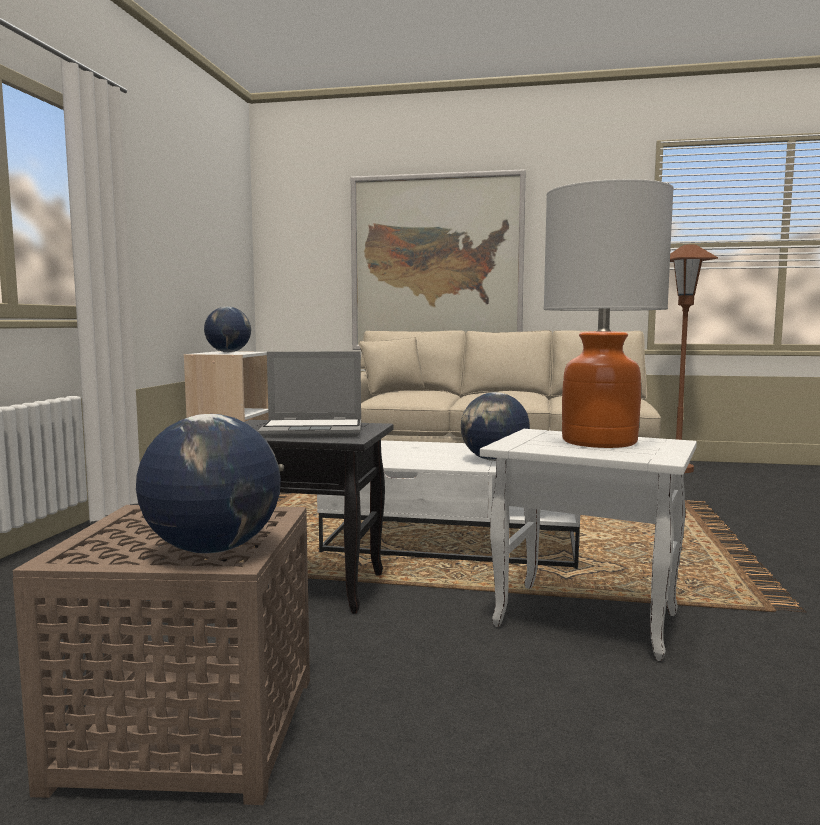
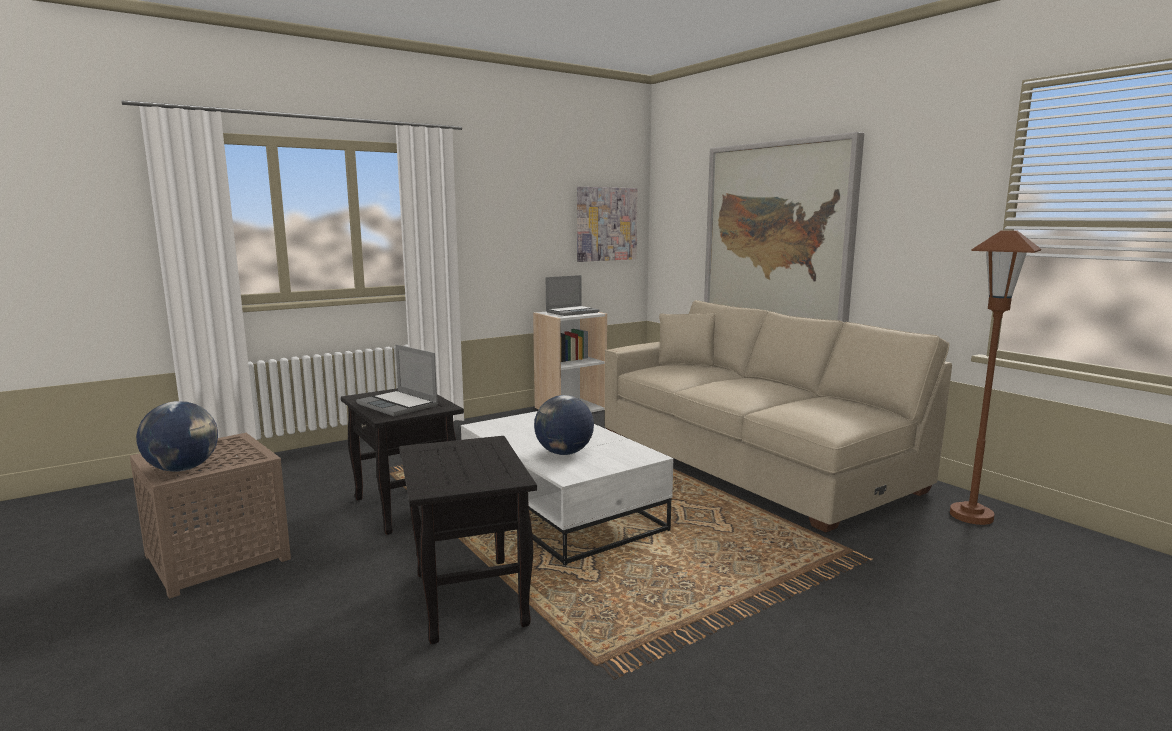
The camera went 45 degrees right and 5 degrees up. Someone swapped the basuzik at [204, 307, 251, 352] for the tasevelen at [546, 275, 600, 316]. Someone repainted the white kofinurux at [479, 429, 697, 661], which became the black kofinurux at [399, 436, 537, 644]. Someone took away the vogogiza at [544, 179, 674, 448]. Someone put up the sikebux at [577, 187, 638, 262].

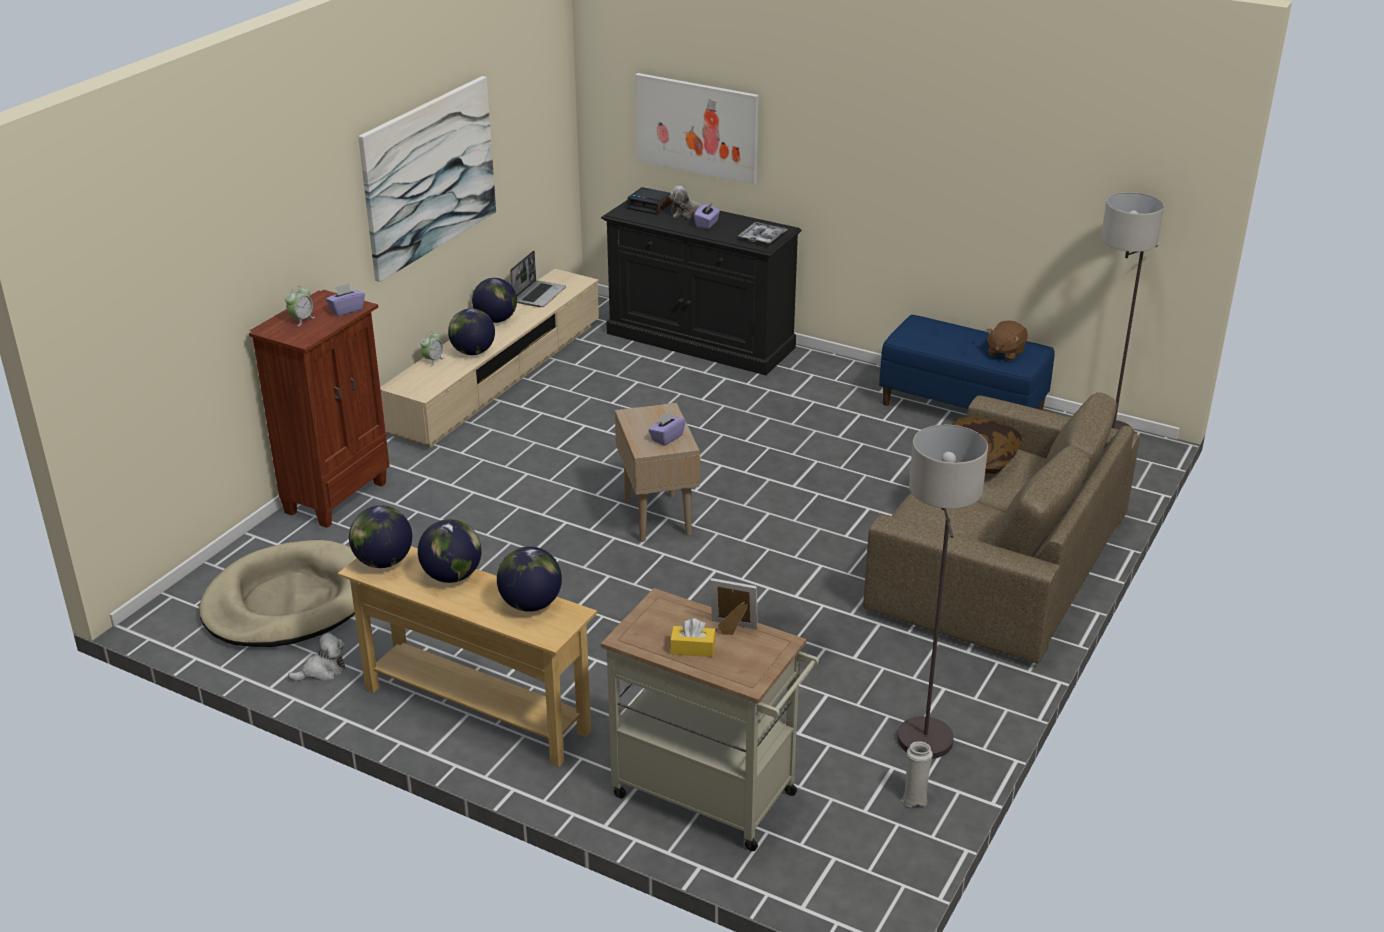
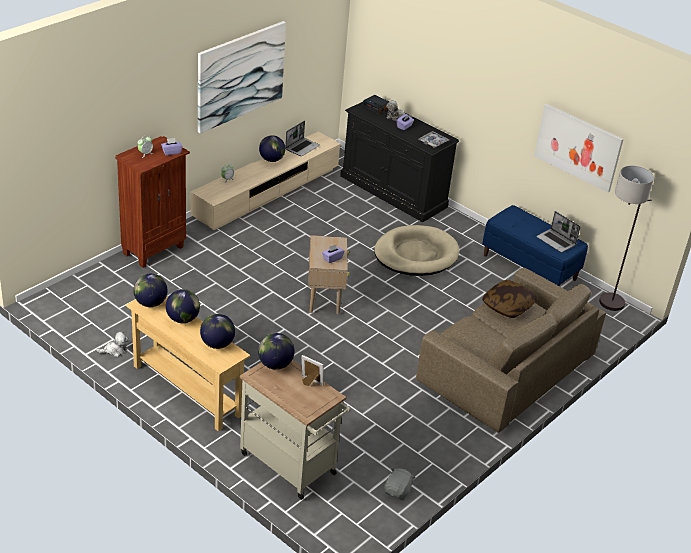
The camera went 10 degrees right and 5 degrees up. Someone carried the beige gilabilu from [199, 540, 357, 647] to [374, 225, 459, 276]. Someone carried the basuzik from [448, 308, 495, 355] to [258, 333, 295, 370]. Someone carried the sikebux from [635, 73, 759, 185] to [534, 104, 624, 192]. Someone took away the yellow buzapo at [670, 618, 716, 657]. Someone took away the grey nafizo at [898, 425, 988, 759]. Someone swapped the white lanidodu at [901, 741, 933, 807] for the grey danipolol at [384, 467, 416, 500]. Someone swapped the brown danipolol at [987, 321, 1028, 361] for the tasevelen at [536, 211, 581, 252].

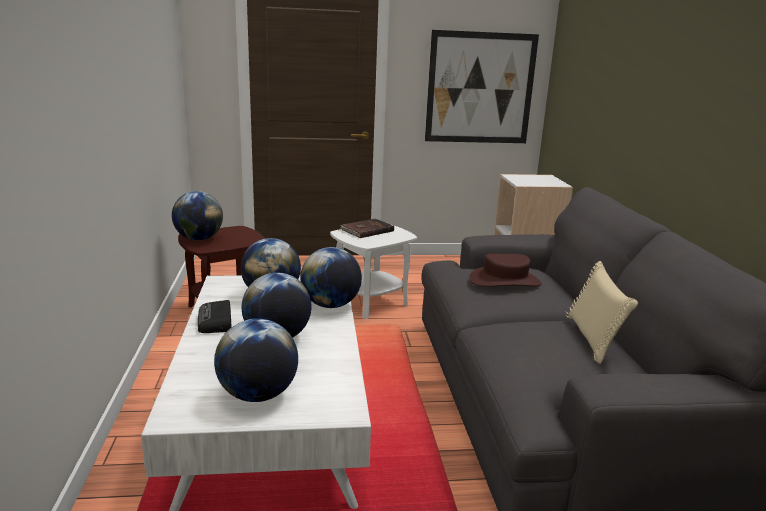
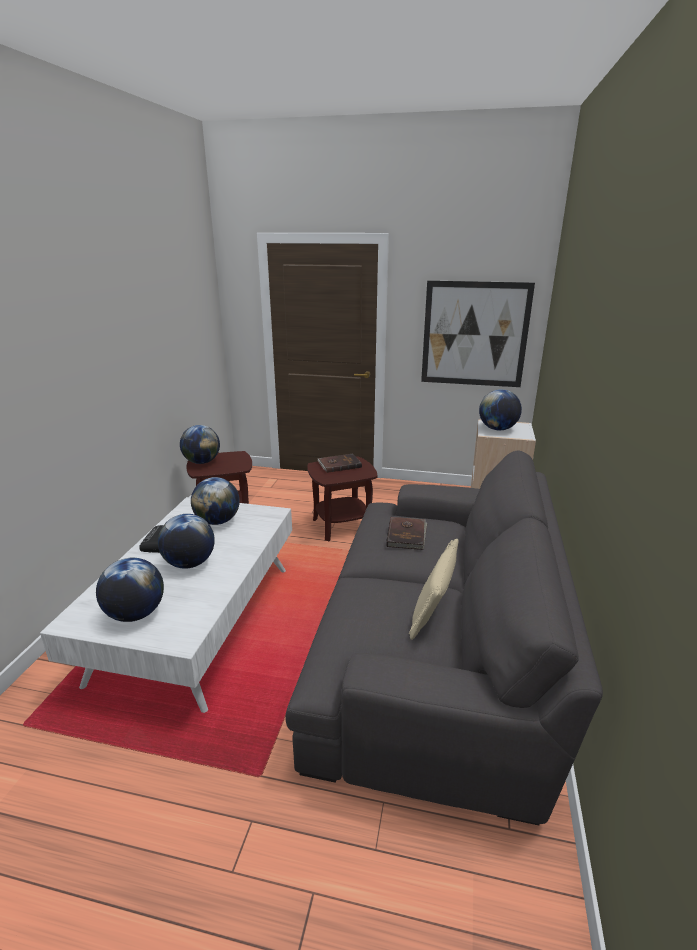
The camera went 20 degrees right and 5 degrees up. Someone carried the basuzik from [301, 247, 362, 308] to [479, 389, 522, 430]. Someone repainted the white kofinurux at [330, 225, 417, 319], which became the brown kofinurux at [307, 456, 377, 541]. Someone swapped the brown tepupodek at [469, 254, 541, 287] for the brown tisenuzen at [386, 517, 427, 550].

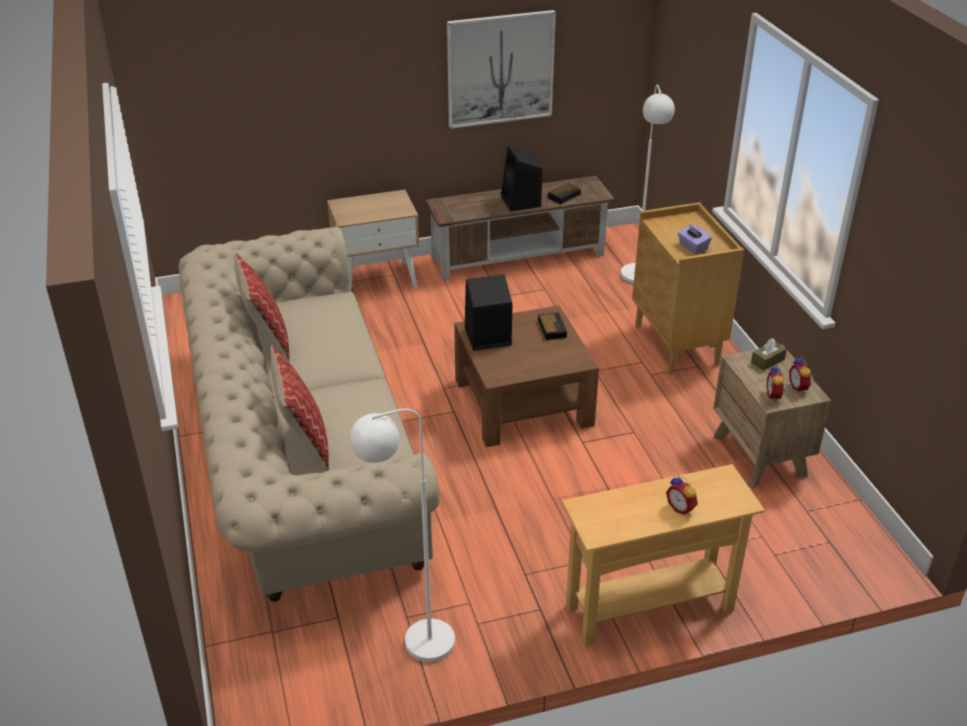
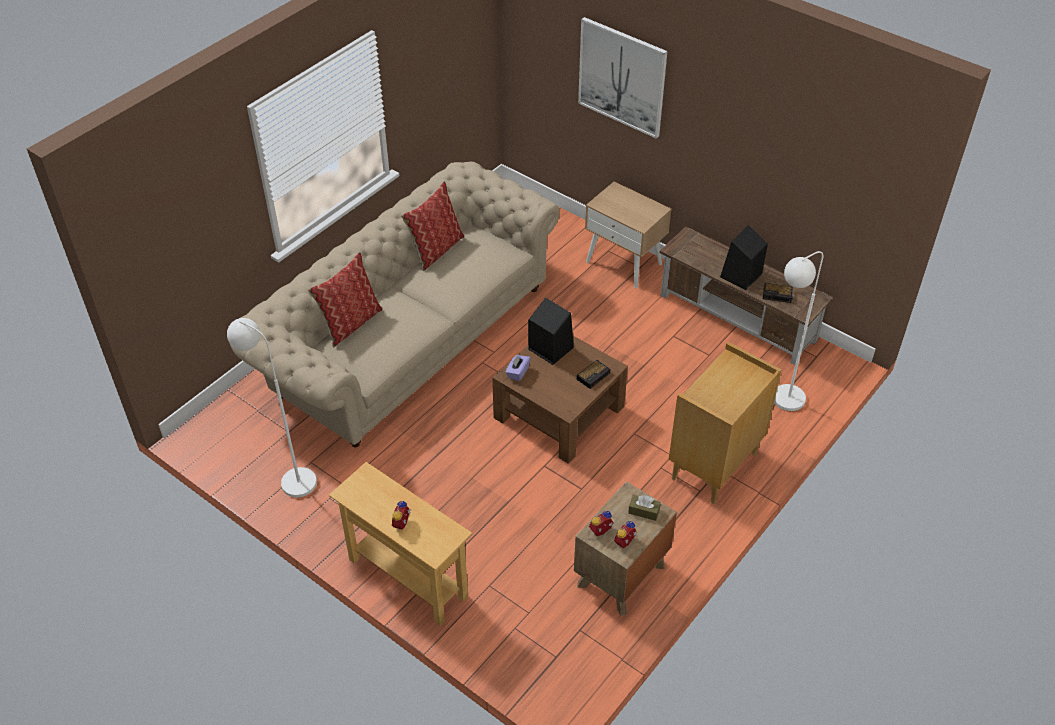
The camera went 55 degrees right and 10 degrees up. Someone carried the sikebux from [447, 10, 556, 129] to [578, 17, 668, 139]. Someone carried the purple buzapo from [678, 224, 712, 254] to [505, 355, 530, 382].

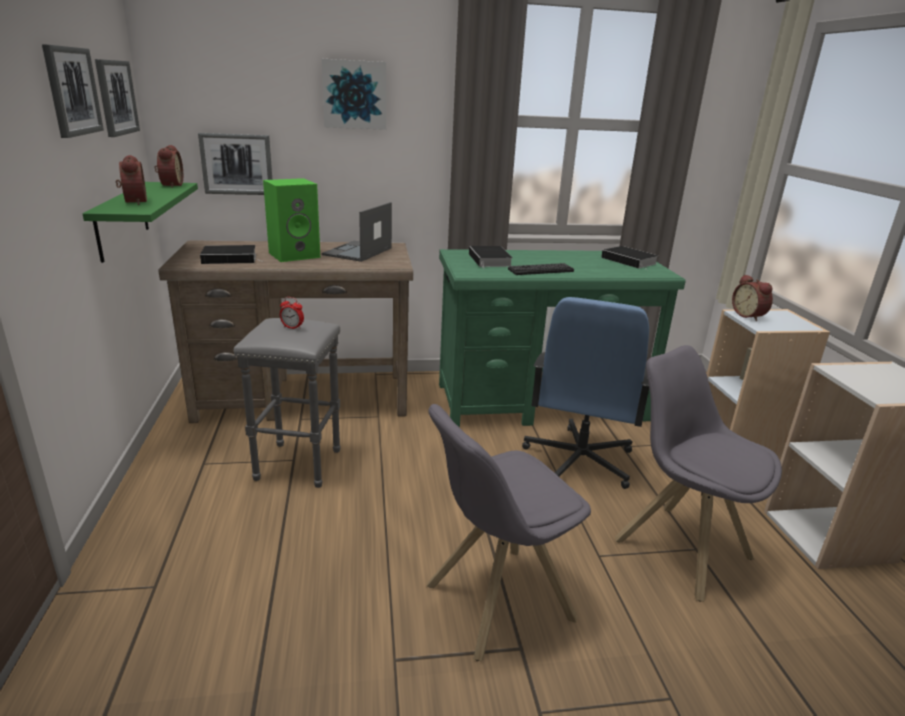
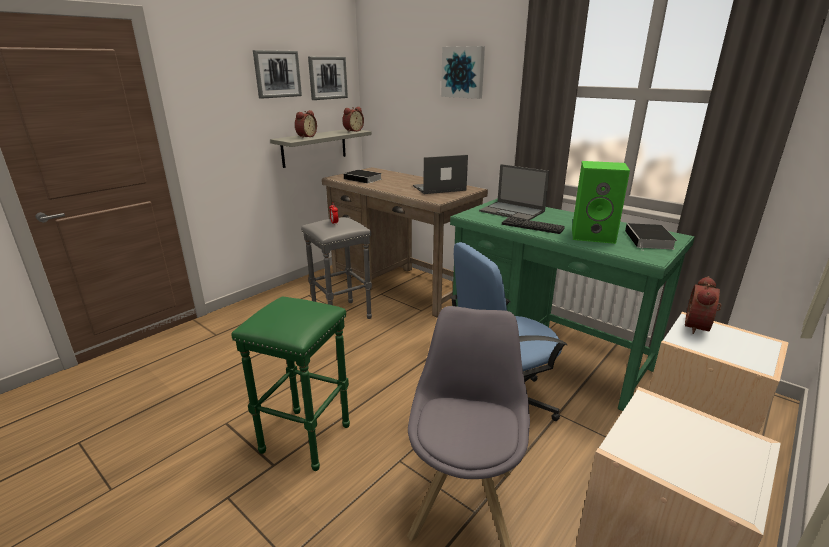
The camera went 50 degrees right and 0 degrees up. Someone repainted the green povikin at [83, 182, 198, 263], which became the grey povikin at [270, 129, 372, 168]. Someone took away the sikebux at [198, 133, 272, 195]. Someone carried the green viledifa from [263, 178, 320, 262] to [572, 161, 630, 244]. Someone swapped the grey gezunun at [427, 404, 591, 662] for the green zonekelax at [231, 297, 350, 471]. Someone swapped the tisenuzen at [469, 246, 513, 269] for the tasevelen at [479, 164, 550, 220].

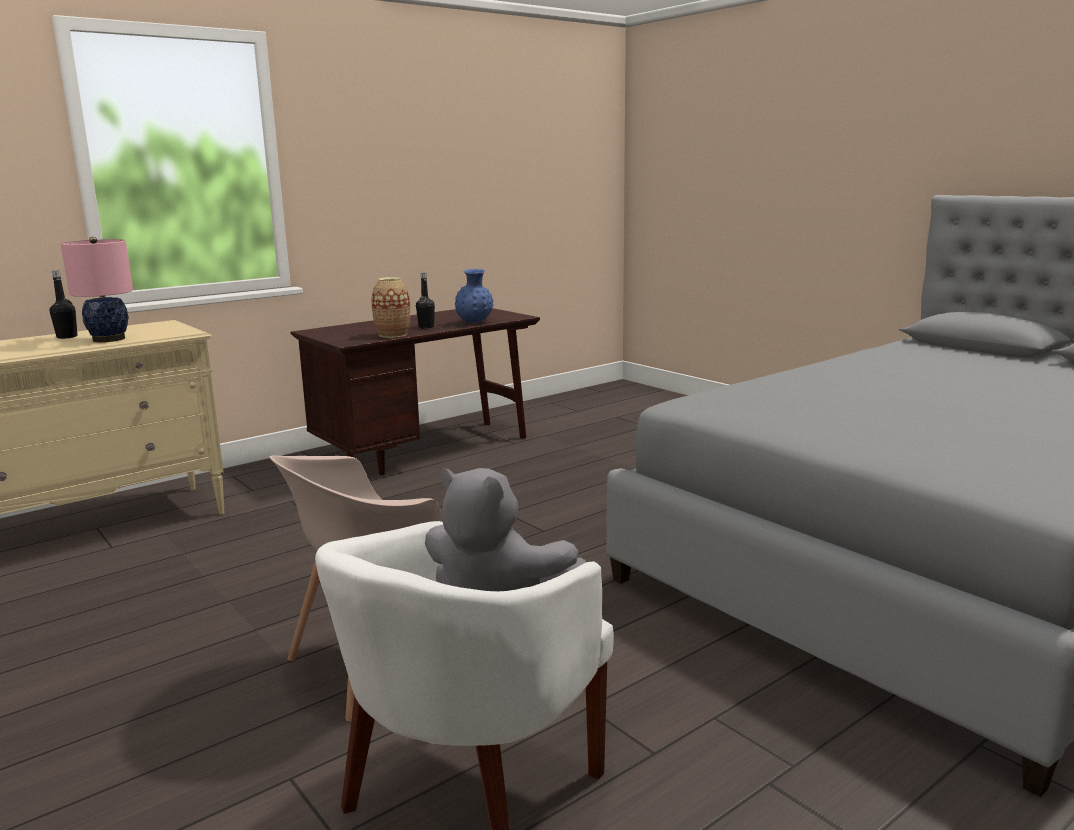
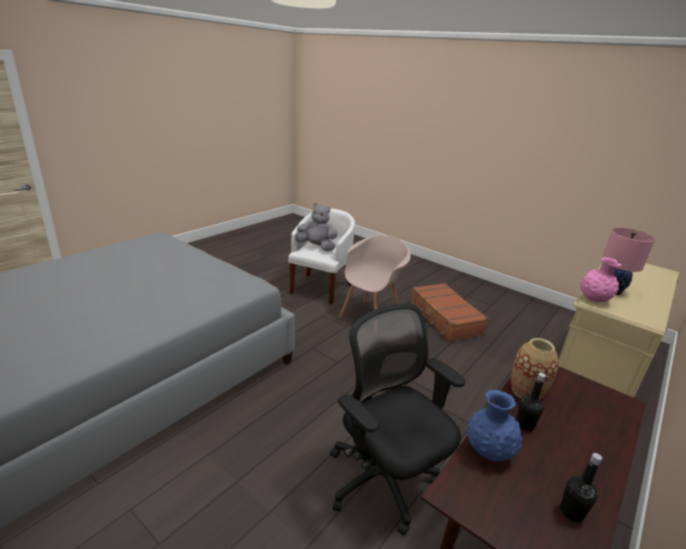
The camera went 165 degrees right and 10 degrees up. Someone carried the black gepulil from [50, 271, 77, 339] to [560, 453, 602, 522]. Someone put down the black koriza at [330, 303, 465, 536]. Someone put down the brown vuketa at [410, 283, 489, 342]. Someone put down the pink lanidodu at [580, 257, 622, 302].

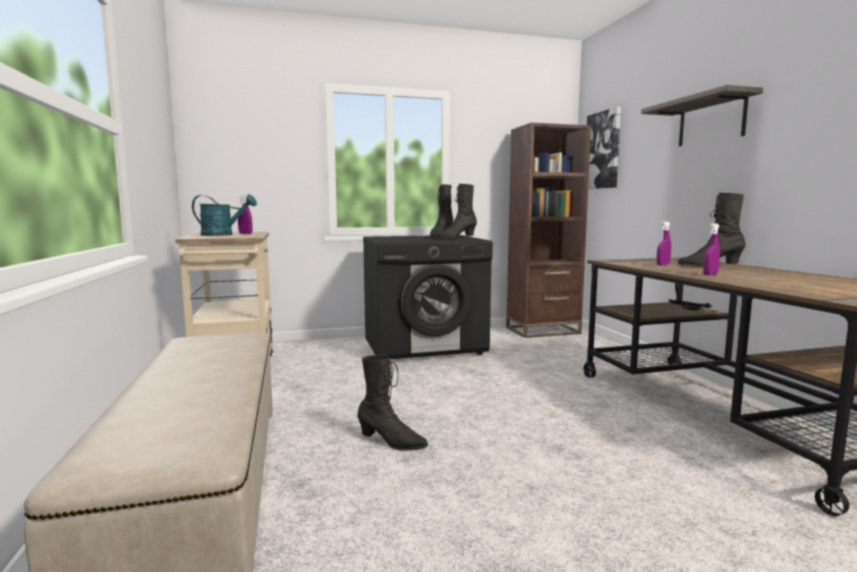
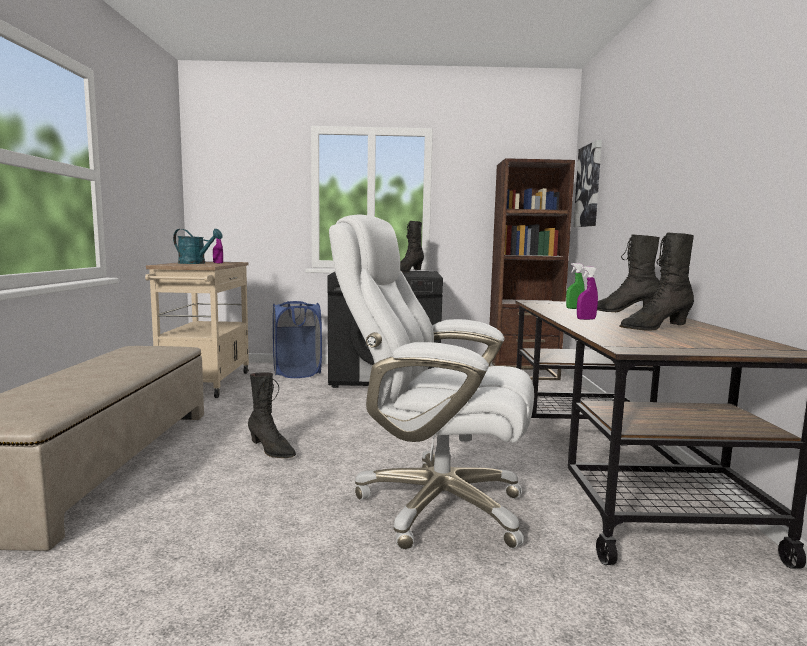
The camera went 15 degrees right and 0 degrees up. Someone carried the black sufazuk from [437, 184, 477, 238] to [619, 232, 694, 331]. Someone took away the povikin at [641, 85, 763, 146]. Someone repainted the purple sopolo at [656, 221, 671, 266], which became the green sopolo at [566, 263, 585, 309]. Someone put down the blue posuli at [273, 301, 322, 378]. Someone put down the white koriza at [329, 215, 534, 550].

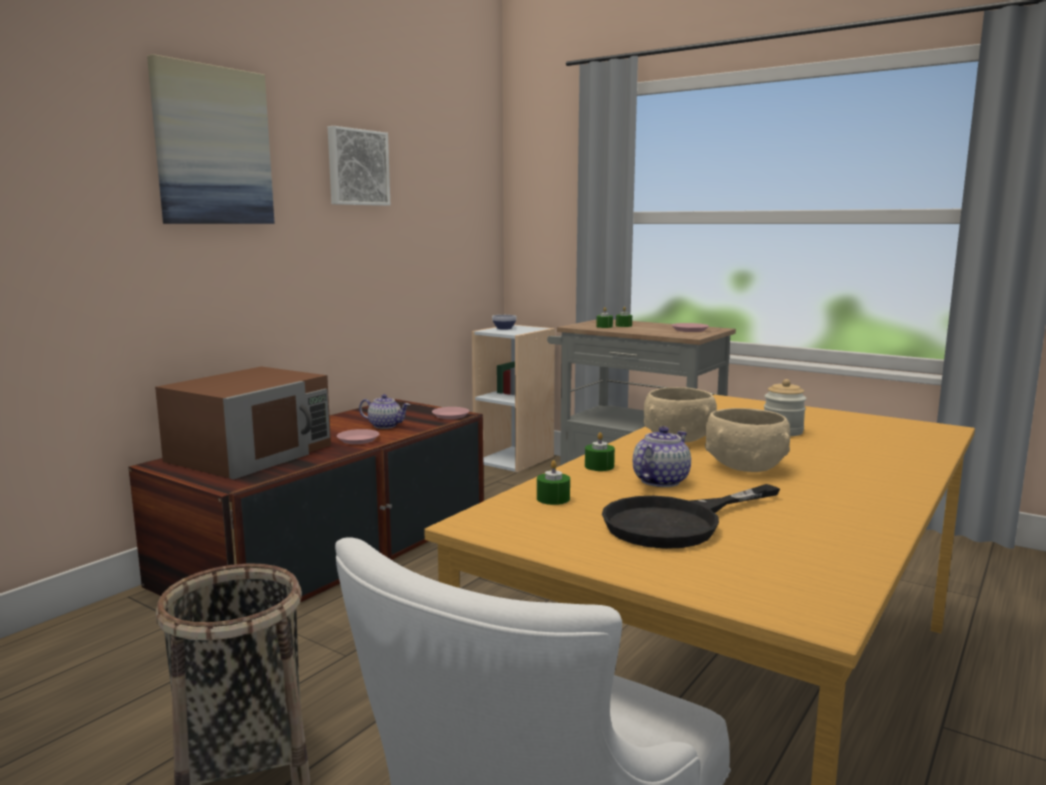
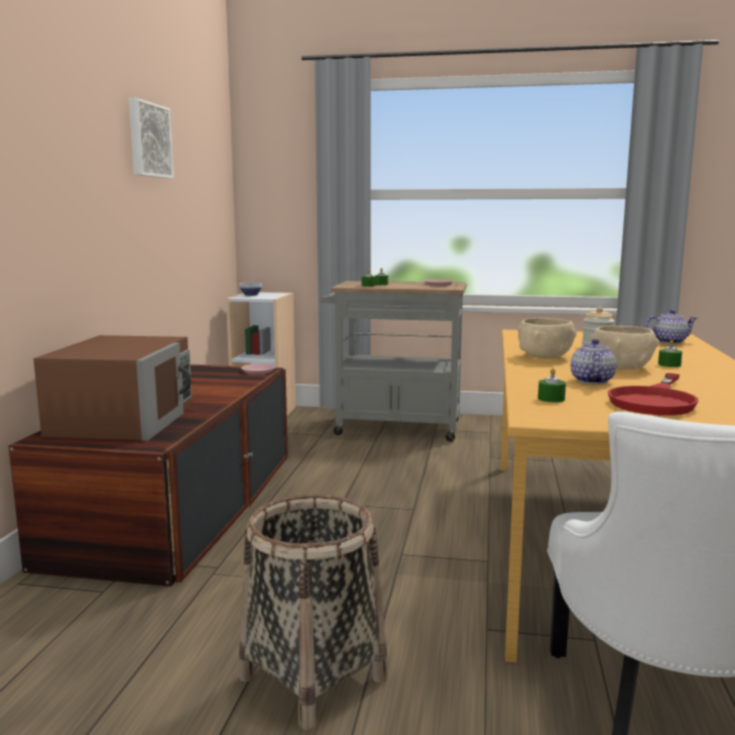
The camera went 25 degrees left and 0 degrees up. Someone took away the sikebux at [147, 54, 275, 224]. Someone took away the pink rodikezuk at [337, 429, 379, 444]. Someone carried the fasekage from [359, 394, 410, 429] to [644, 310, 697, 344]. Someone carried the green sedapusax from [585, 432, 615, 471] to [658, 340, 682, 367]. Someone repainted the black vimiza at [602, 484, 780, 549], which became the red vimiza at [608, 373, 698, 415].

